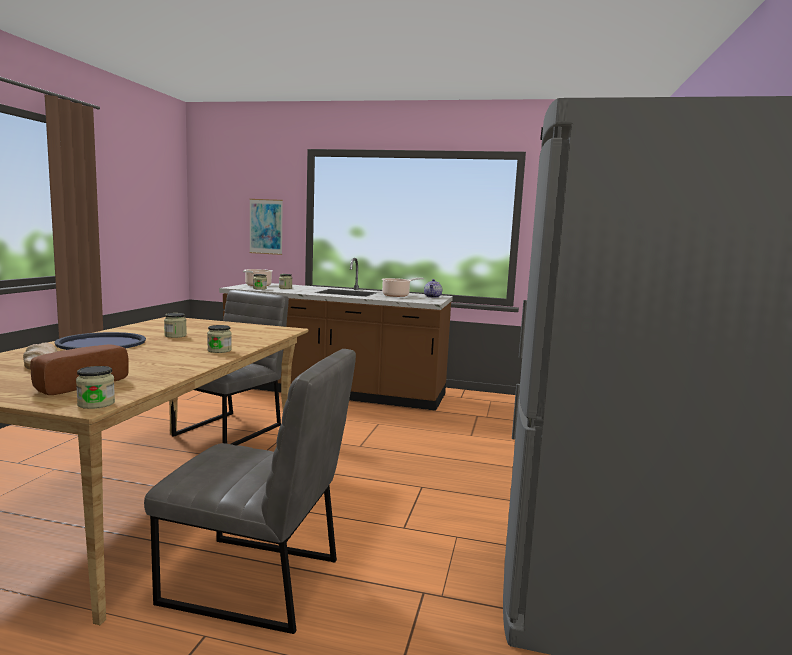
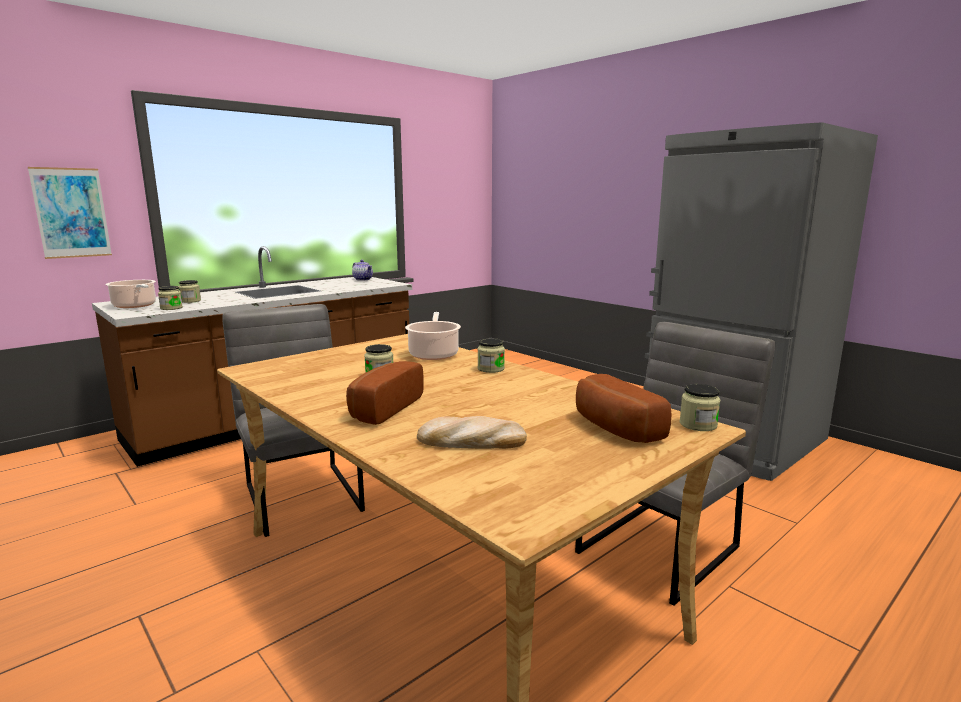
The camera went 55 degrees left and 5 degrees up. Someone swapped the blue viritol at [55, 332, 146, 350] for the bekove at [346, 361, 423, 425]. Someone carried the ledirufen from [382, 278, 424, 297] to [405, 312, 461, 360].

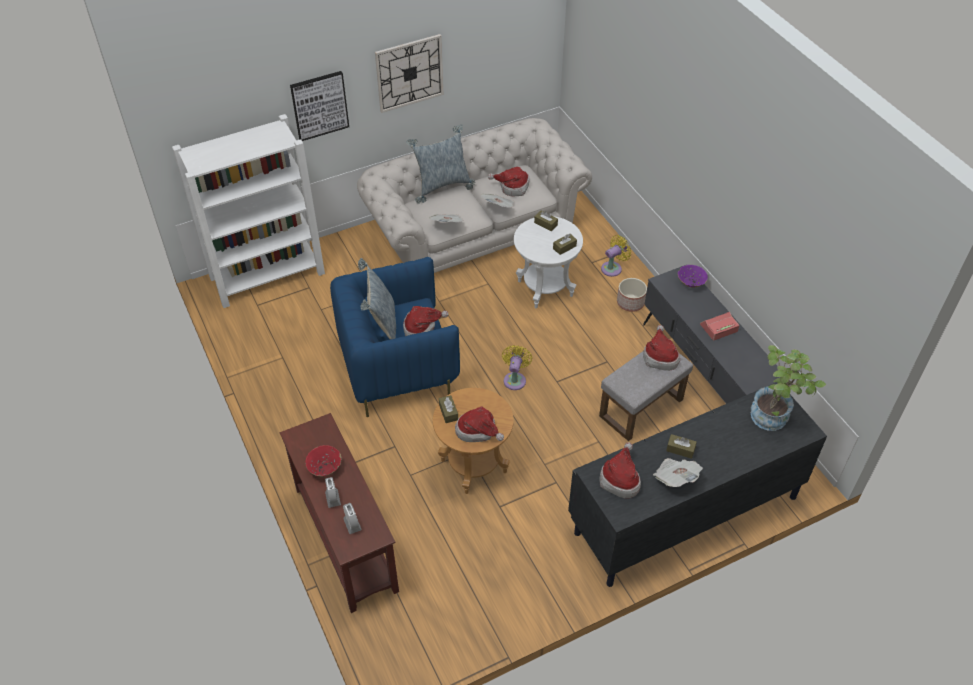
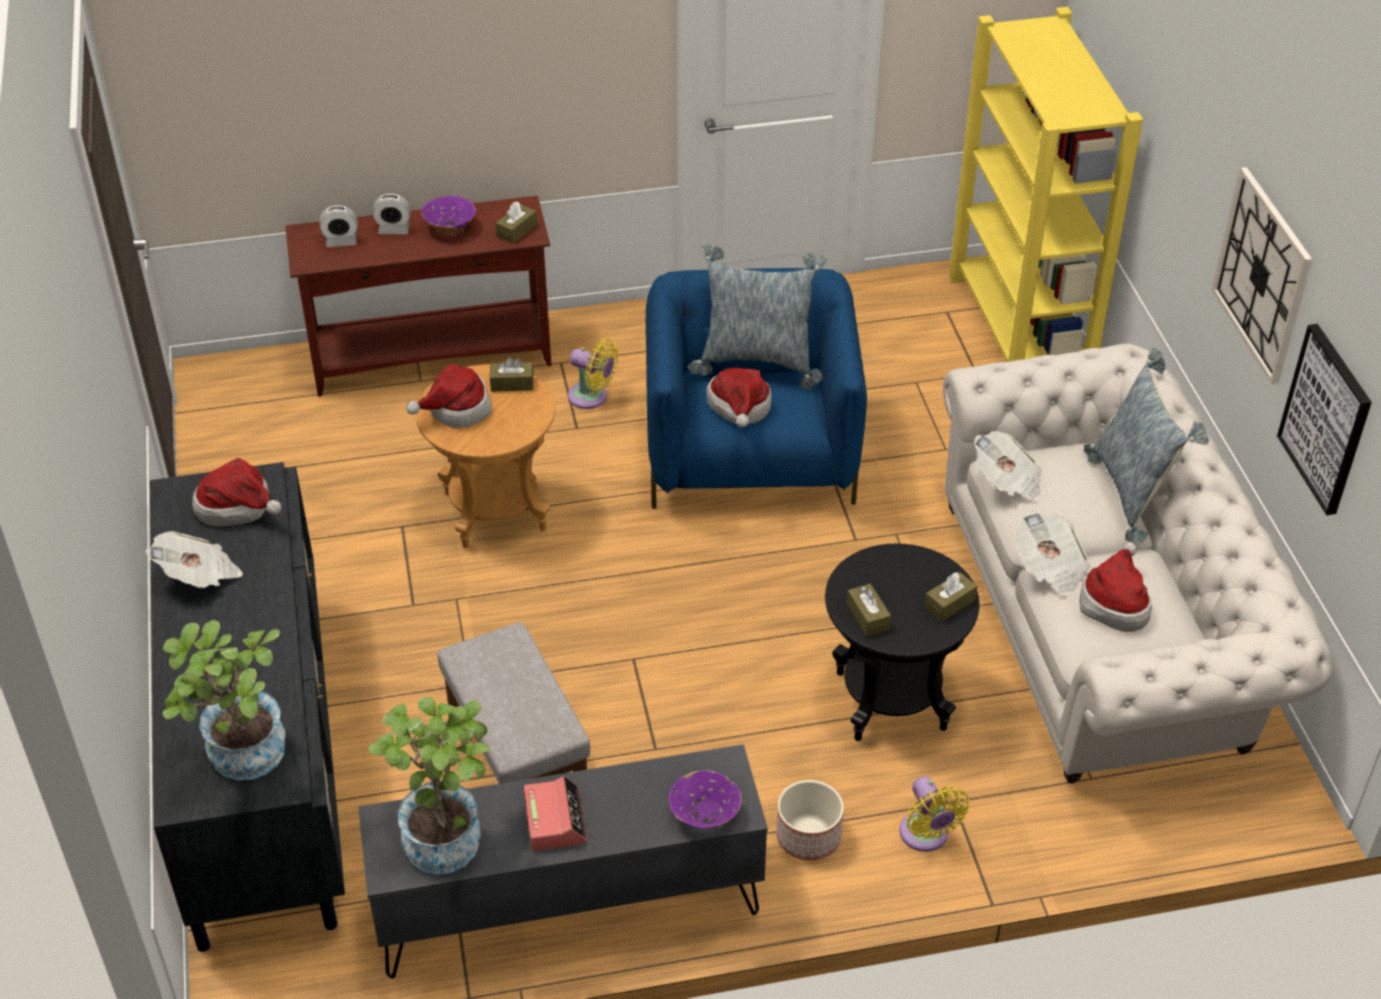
The camera went 105 degrees right and 5 degrees down. Someone repainted the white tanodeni at [172, 114, 325, 308], which became the yellow tanodeni at [949, 7, 1143, 362]. Someone carried the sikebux from [290, 71, 349, 141] to [1277, 324, 1372, 515]. Someone repainted the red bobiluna at [305, 445, 341, 477], which became the purple bobiluna at [421, 196, 476, 234]. Someone carried the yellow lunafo from [502, 345, 532, 390] to [568, 339, 618, 409]. Someone repainted the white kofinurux at [514, 216, 583, 308], which became the black kofinurux at [825, 543, 979, 741]. Someone took away the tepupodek at [643, 325, 680, 371]. Someone carried the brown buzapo from [666, 434, 697, 459] to [496, 202, 537, 244]. Someone put down the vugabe at [368, 697, 489, 875].

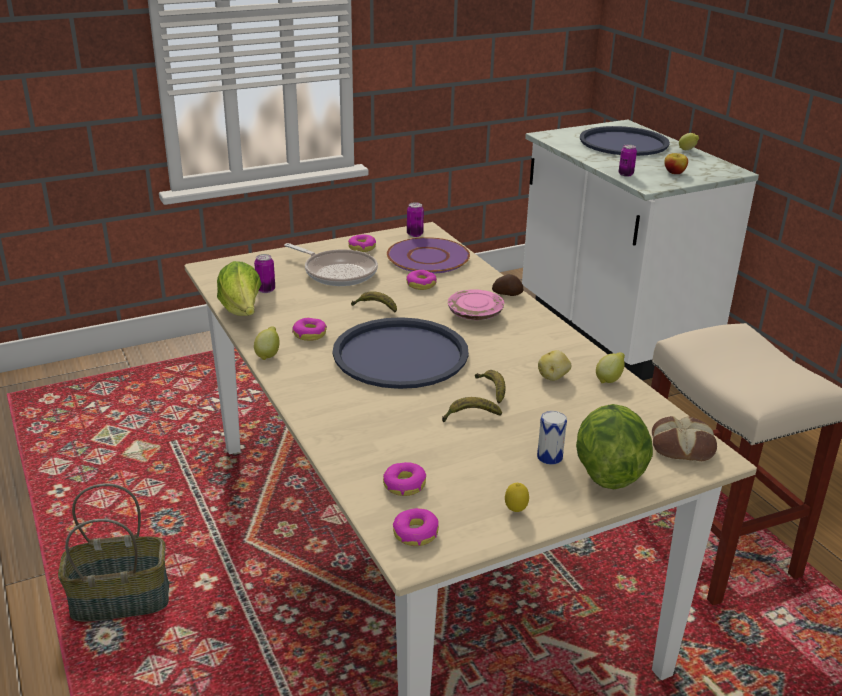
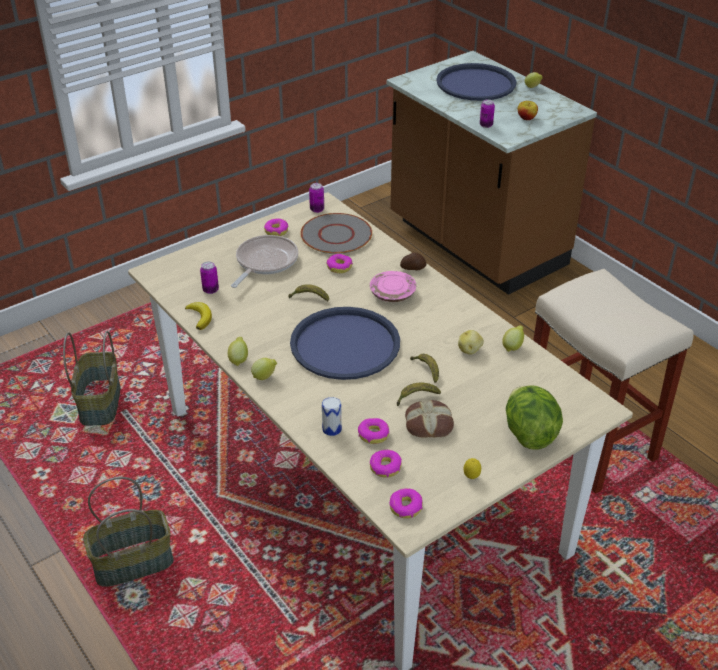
The camera went 10 degrees left and 10 degrees up. Someone swapped the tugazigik at [217, 261, 262, 316] for the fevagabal at [185, 302, 212, 330]. Someone rotated the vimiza at [284, 243, 378, 286] by 90 degrees counterclockwise. Someone carried the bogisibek from [292, 318, 327, 341] to [358, 418, 389, 444]. Someone repainted the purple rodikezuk at [387, 237, 470, 274], which became the grey rodikezuk at [300, 213, 372, 254]. Someone repainted the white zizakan at [522, 120, 759, 381], which became the brown zizakan at [387, 51, 597, 295]. Someone carried the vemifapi from [537, 411, 567, 465] to [322, 397, 342, 436]. Someone carried the bekove from [652, 416, 717, 461] to [405, 400, 454, 438]. Someone put down the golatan at [63, 331, 120, 426]. Someone put down the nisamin at [251, 358, 277, 380].

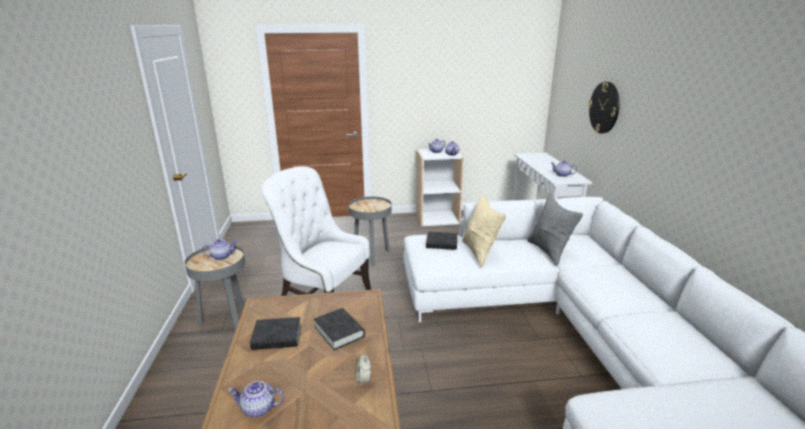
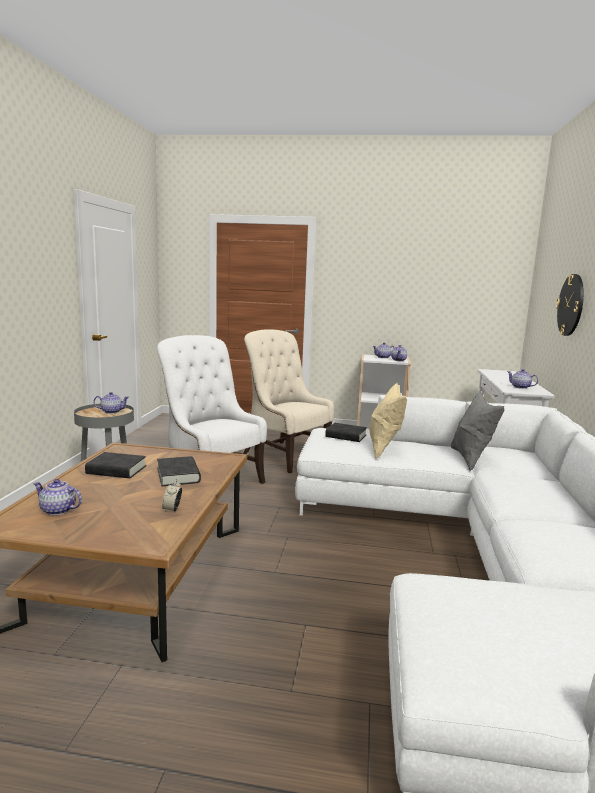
The camera went 15 degrees right and 10 degrees down. Someone swapped the grey kofinurux at [349, 196, 392, 266] for the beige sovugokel at [243, 329, 334, 473].

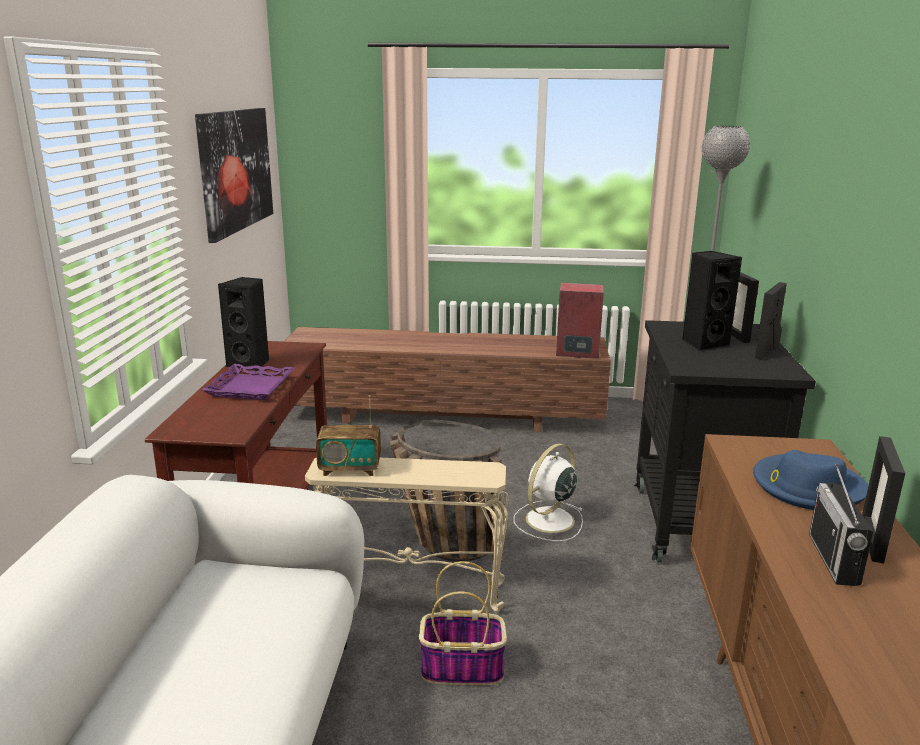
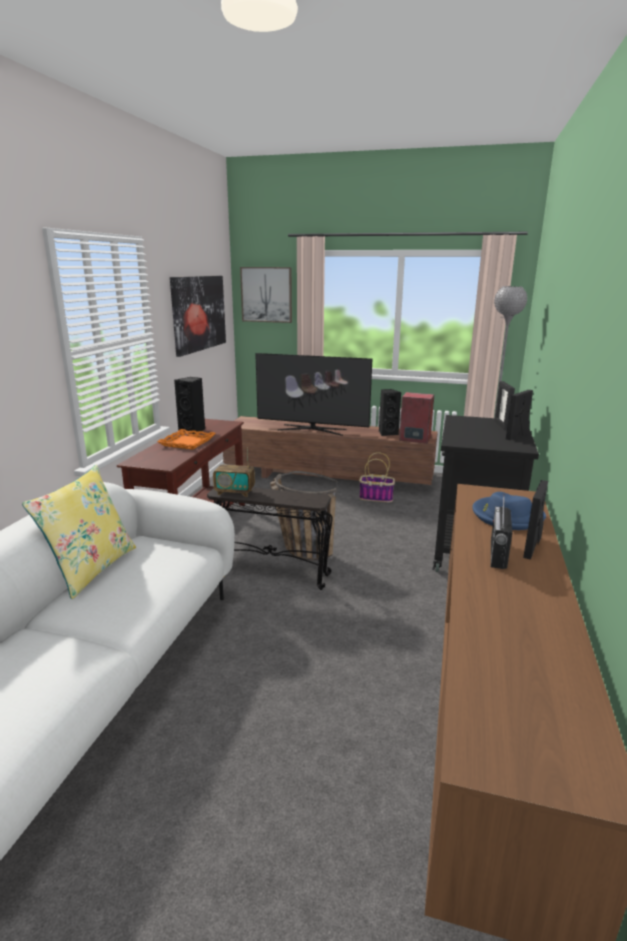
The camera went 10 degrees right and 0 degrees up. Someone repainted the purple viritol at [202, 364, 294, 400], which became the orange viritol at [157, 429, 216, 450]. Someone repainted the beige kofinurux at [305, 458, 509, 613], which became the black kofinurux at [207, 487, 333, 590]. Someone carried the golatan from [419, 561, 507, 685] to [359, 452, 395, 502]. Someone took away the white lunafo at [514, 443, 583, 541]. Someone carried the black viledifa from [682, 251, 742, 351] to [379, 389, 401, 436]. Someone put down the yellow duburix at [22, 465, 136, 599]. Someone put up the sikebux at [240, 267, 292, 323]. Someone put down the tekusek at [255, 353, 372, 436].

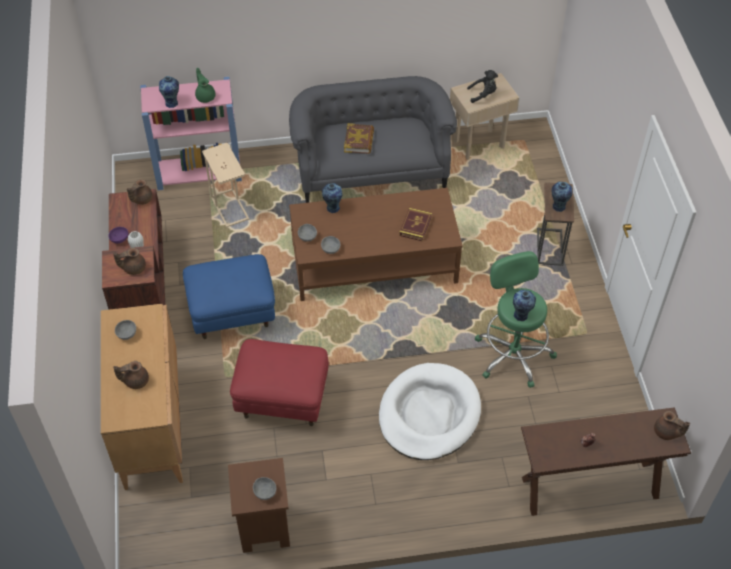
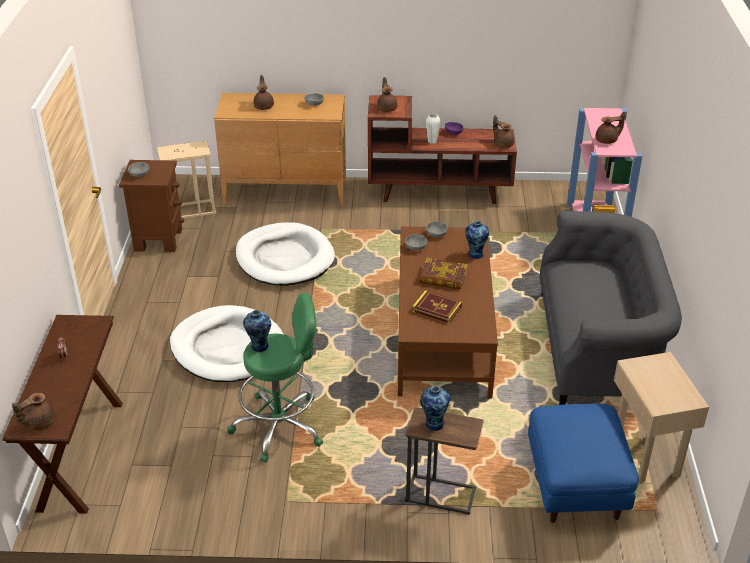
The camera went 100 degrees right and 15 degrees down. Someone took away the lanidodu at [159, 76, 179, 108]. Someone carried the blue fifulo from [183, 254, 275, 339] to [528, 404, 639, 523]. Someone repainted the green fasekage at [195, 68, 216, 103], which became the brown fasekage at [595, 112, 626, 144]. Someone carried the beige kofinurux from [202, 143, 249, 228] to [157, 141, 216, 218]. Someone swapped the red fifulo at [230, 339, 329, 426] for the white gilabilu at [236, 222, 335, 286]. Someone carried the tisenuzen from [344, 123, 374, 154] to [419, 258, 468, 290]. Someone took away the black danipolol at [467, 70, 498, 103].

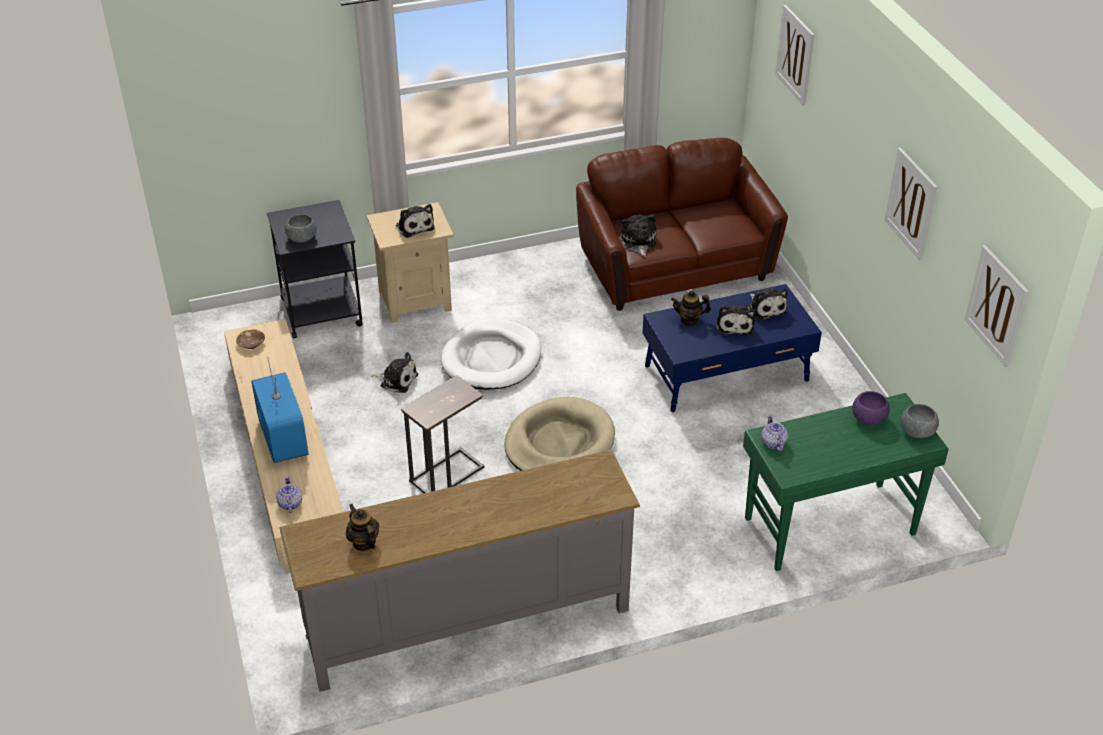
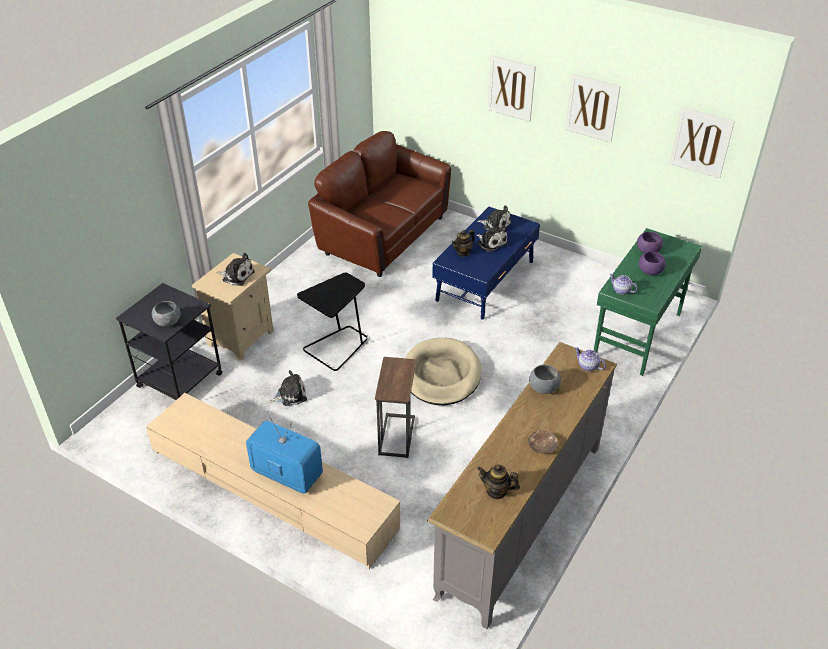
The camera went 40 degrees left and 0 degrees up. Someone carried the brown bobiluna from [236, 330, 265, 349] to [528, 431, 558, 454]. Someone carried the fasekage from [276, 476, 302, 513] to [575, 347, 606, 371]. Someone swapped the white gilabilu at [441, 319, 541, 390] for the black kofinurux at [297, 273, 367, 371]. Someone took away the danipolol at [621, 214, 656, 257]. Someone carried the sikebux from [775, 5, 815, 105] to [487, 55, 536, 122]. Someone carried the grey bobiluna from [900, 404, 939, 438] to [529, 365, 561, 394]. Someone put down the purple bobiluna at [639, 252, 666, 275].

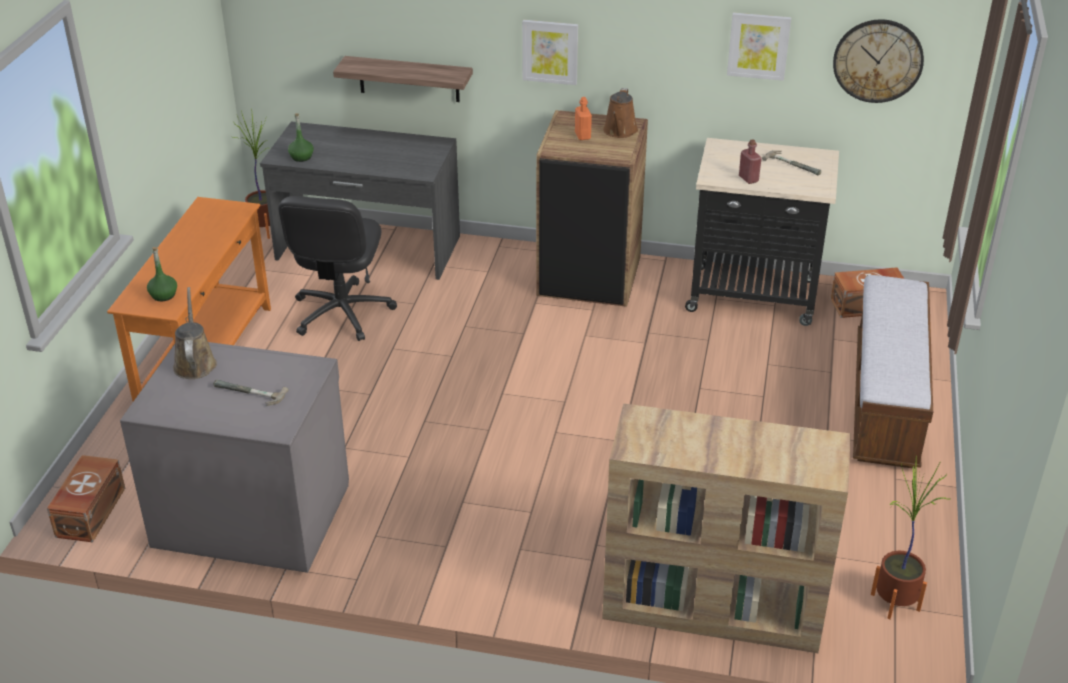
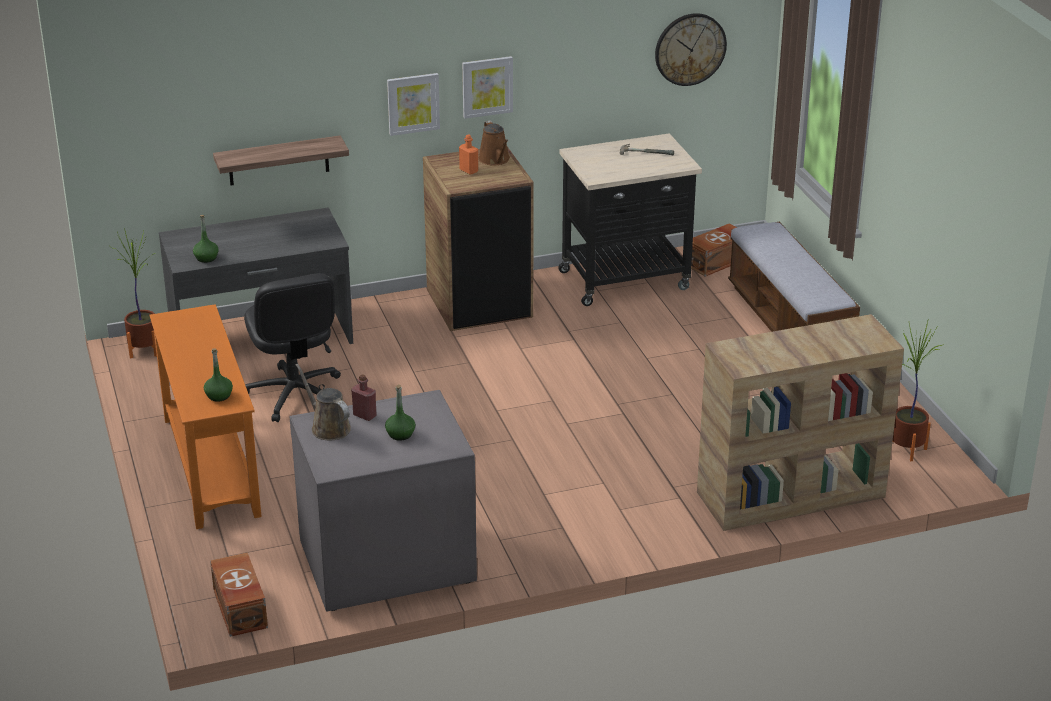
The camera went 30 degrees left and 5 degrees down. Someone swapped the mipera at [213, 380, 288, 406] for the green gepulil at [385, 385, 415, 441]. Someone carried the sikebux from [727, 12, 791, 81] to [462, 56, 513, 119]. Someone carried the red gepulil from [739, 139, 762, 184] to [351, 374, 376, 421].

